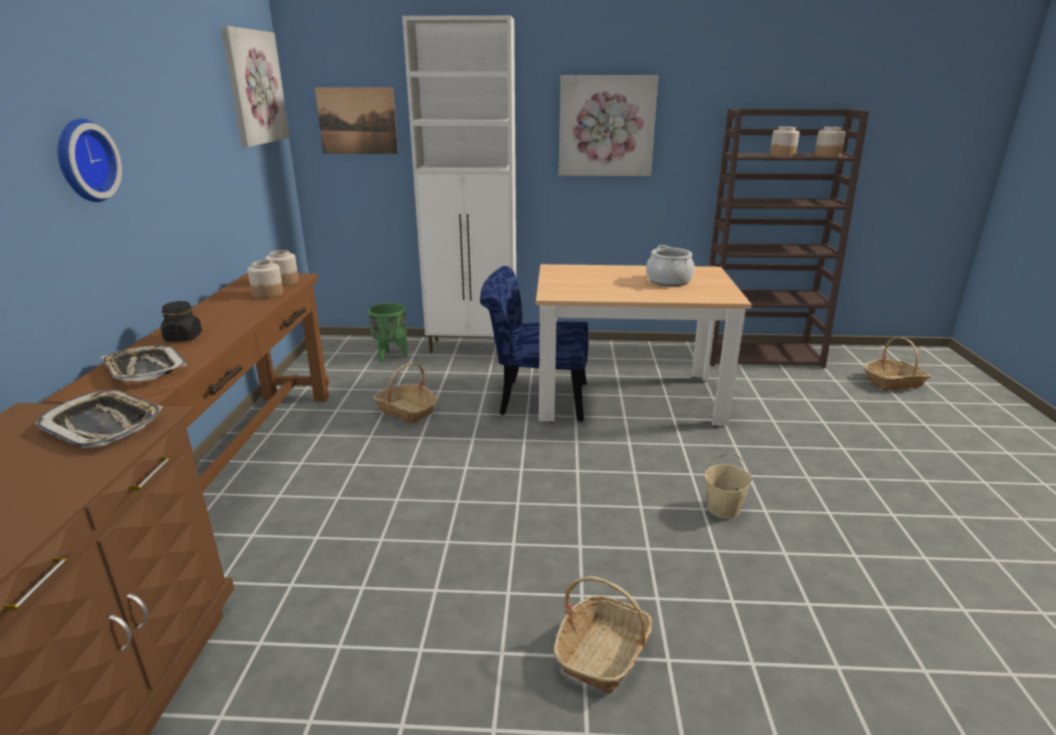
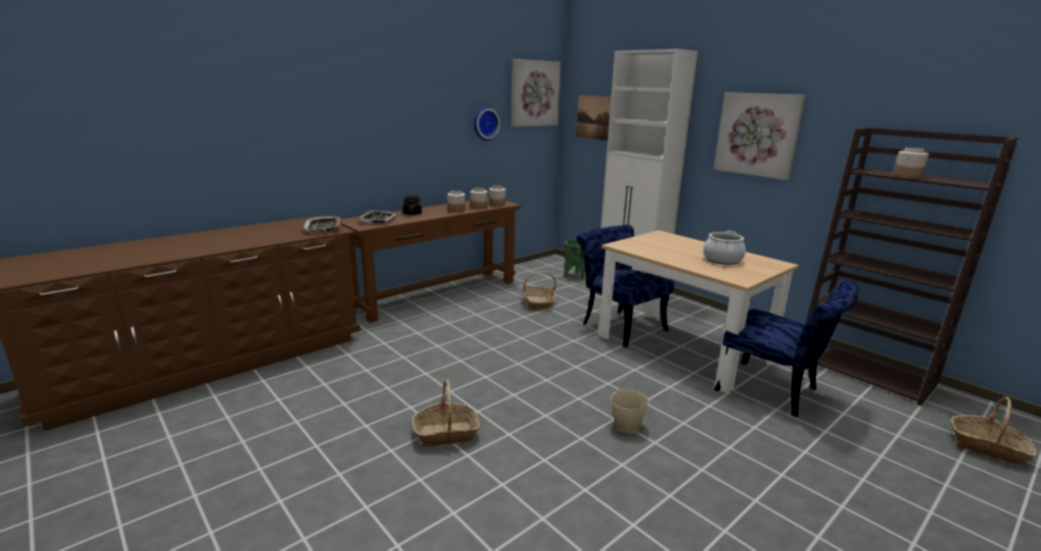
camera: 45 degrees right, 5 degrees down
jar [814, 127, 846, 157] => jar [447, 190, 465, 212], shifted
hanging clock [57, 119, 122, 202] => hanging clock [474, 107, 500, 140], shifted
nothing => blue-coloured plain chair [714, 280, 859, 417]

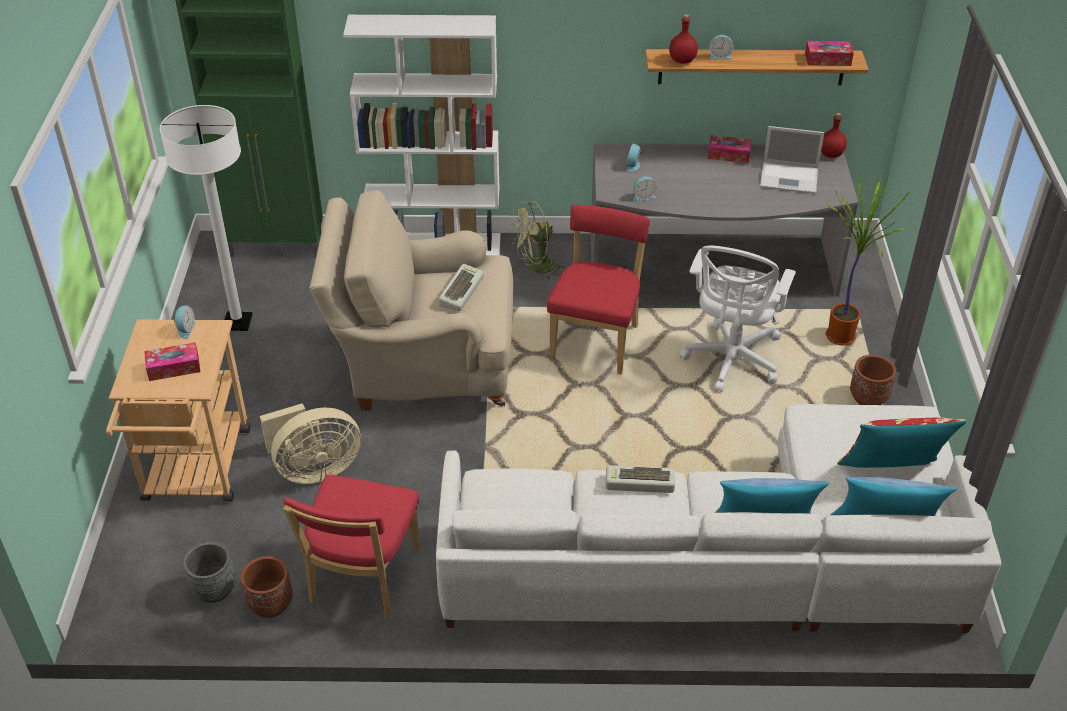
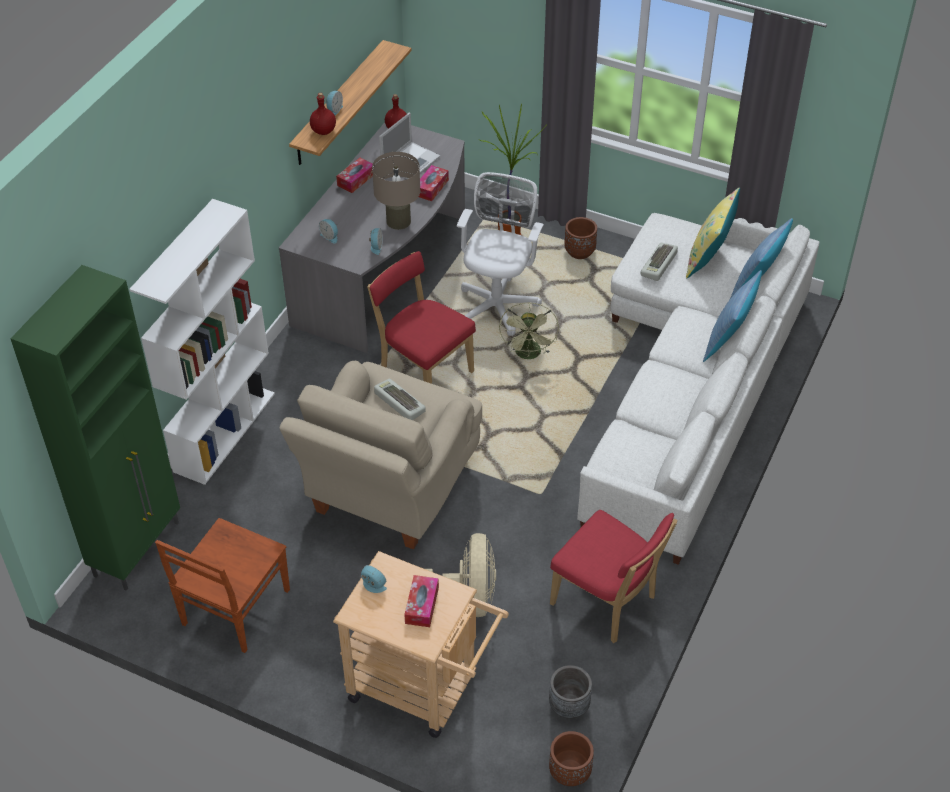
camera: 65 degrees left, 5 degrees up
white standard lamp [160, 105, 253, 331] => brownish plain chair [155, 518, 290, 653]
nothing => beige-coloured tabletop lamp [372, 152, 420, 230]
tissue holder [805, 41, 854, 66] => tissue holder [419, 165, 449, 201], shifted
white office chair [679, 246, 796, 392] => white office chair [457, 172, 544, 336], 120 degrees counterclockwise
green-coloured electric fan [511, 201, 565, 280] => green-coloured electric fan [499, 302, 559, 359], shifted
brownish planter [240, 556, 293, 618] => brownish planter [549, 731, 594, 786], shifted
keyboard [605, 465, 675, 493] => keyboard [641, 243, 678, 281], shifted
red-coloured cushion [837, 418, 967, 468] => yellow-coloured cushion [686, 187, 740, 278]

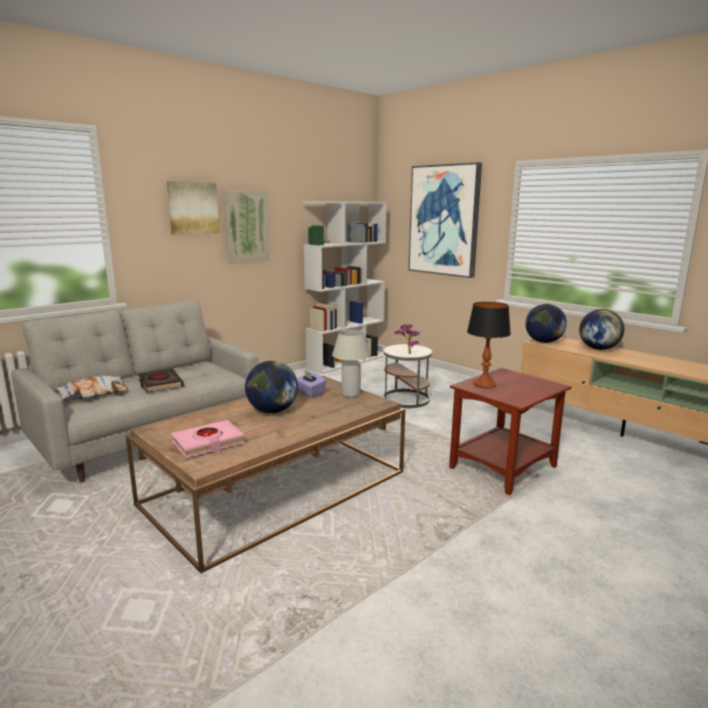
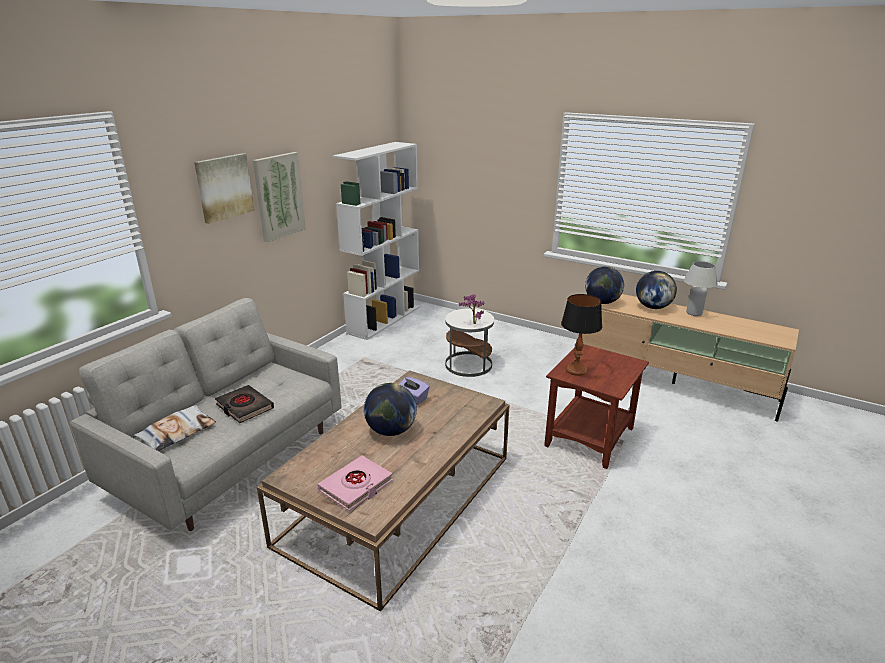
camera: 15 degrees left, 10 degrees up
white tabletop lamp [332, 330, 370, 397] => white tabletop lamp [684, 261, 717, 316], shifted
wall art [408, 162, 482, 278] => nothing

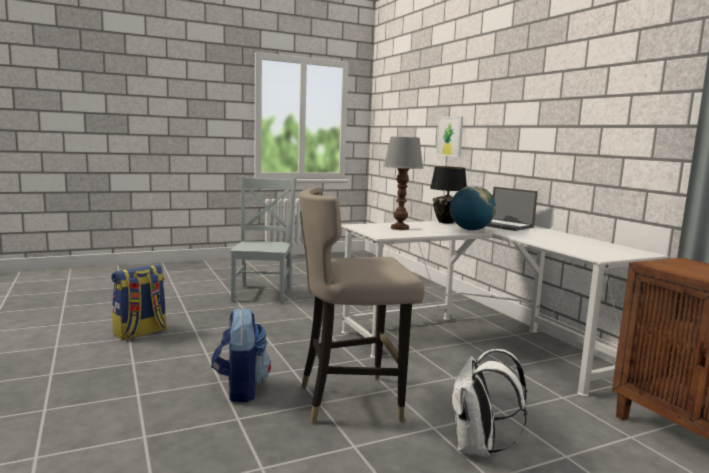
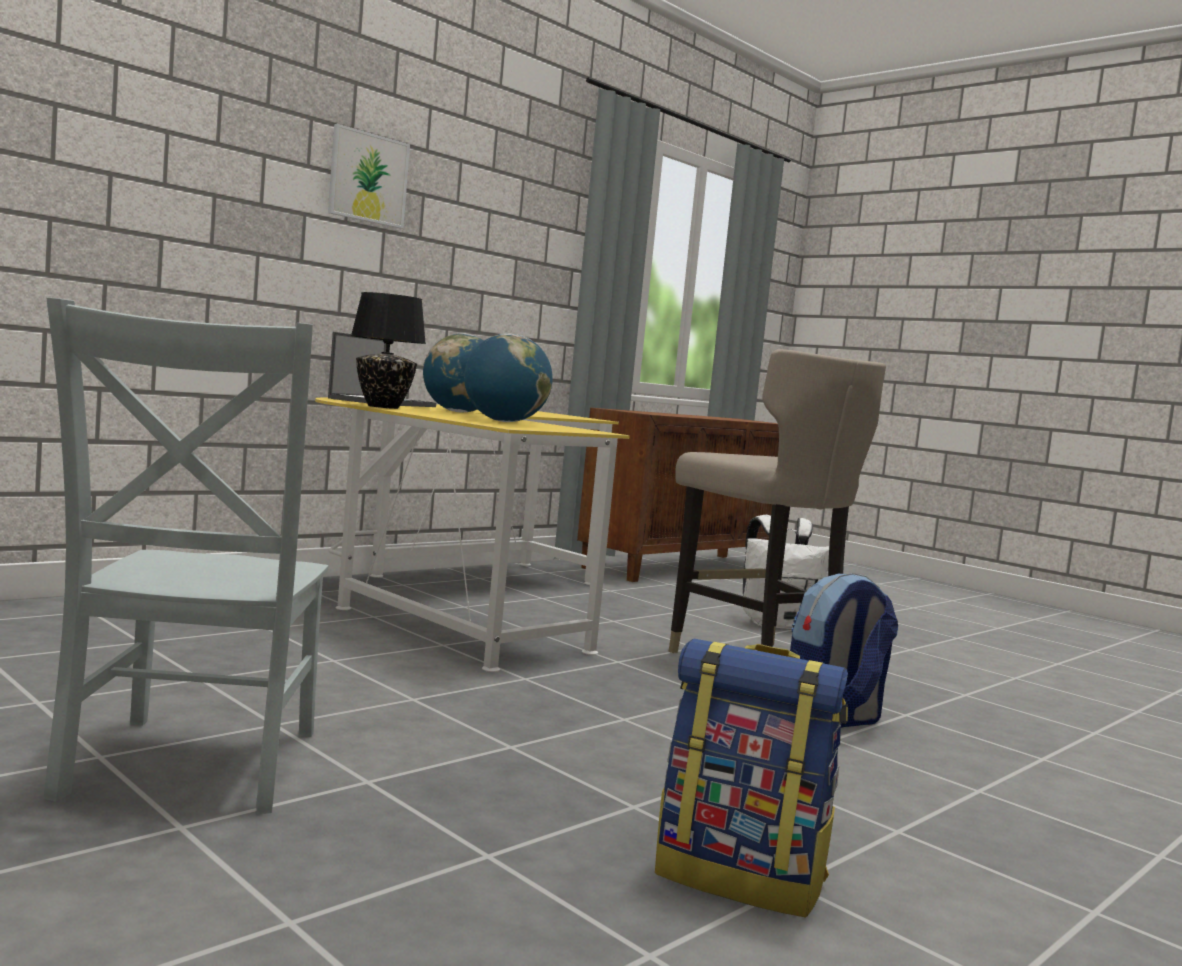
camera: 110 degrees left, 5 degrees down
greyish plain chair [230, 176, 297, 303] => greyish plain chair [44, 297, 329, 814], 75 degrees counterclockwise
white desk unit [341, 221, 669, 396] => yellow-coloured desk unit [315, 398, 630, 672]
wall art [436, 116, 463, 157] => wall art [328, 124, 410, 229], shifted
tabletop lamp [383, 137, 423, 230] => world globe [464, 334, 553, 422]

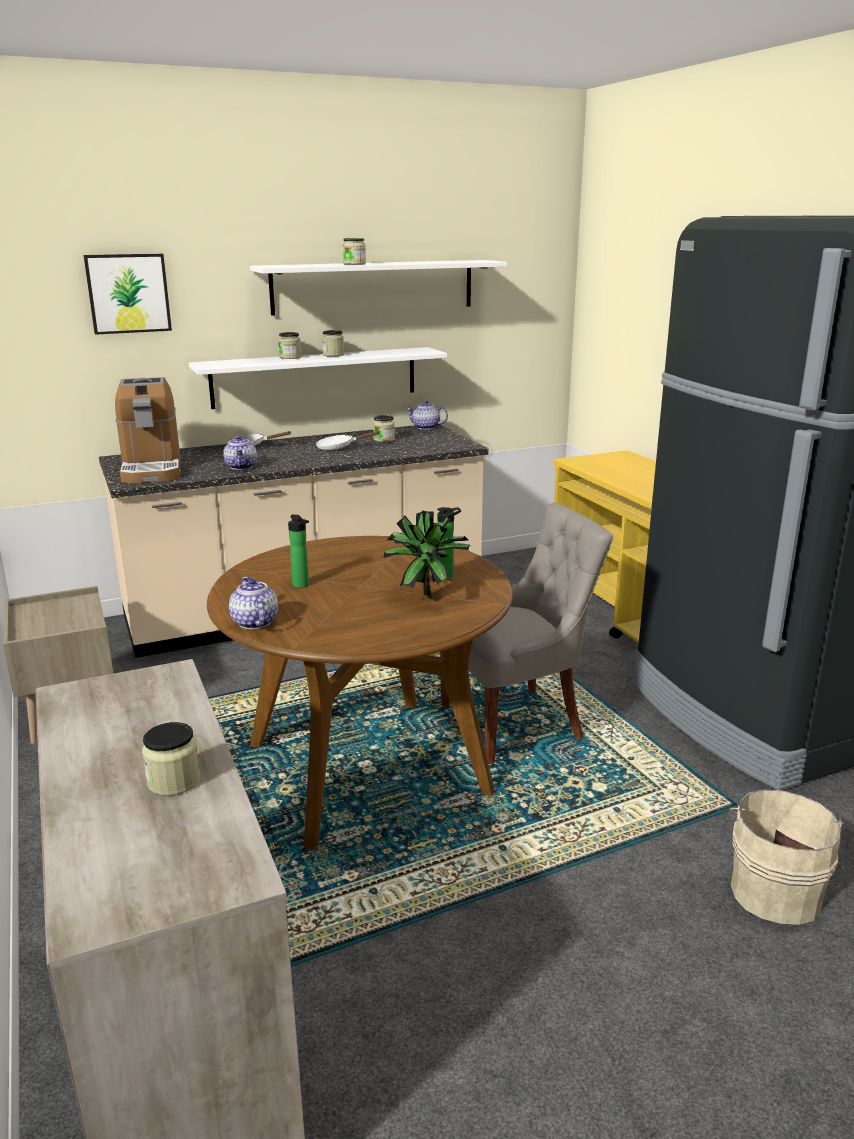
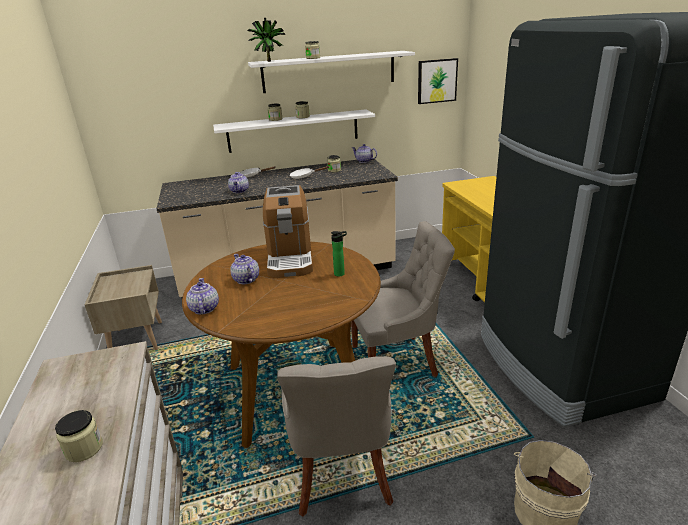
camera: 10 degrees right, 5 degrees up
bottle [288, 515, 309, 588] => tea pot [230, 254, 259, 284]
plant in a pot [383, 511, 470, 599] => plant in a pot [248, 18, 286, 62], shifted
coffee maker [115, 377, 180, 484] => coffee maker [263, 185, 313, 278], shifted
nothing => greyish plain chair [277, 356, 396, 517]
wall art [84, 254, 172, 335] => wall art [418, 58, 458, 104], shifted

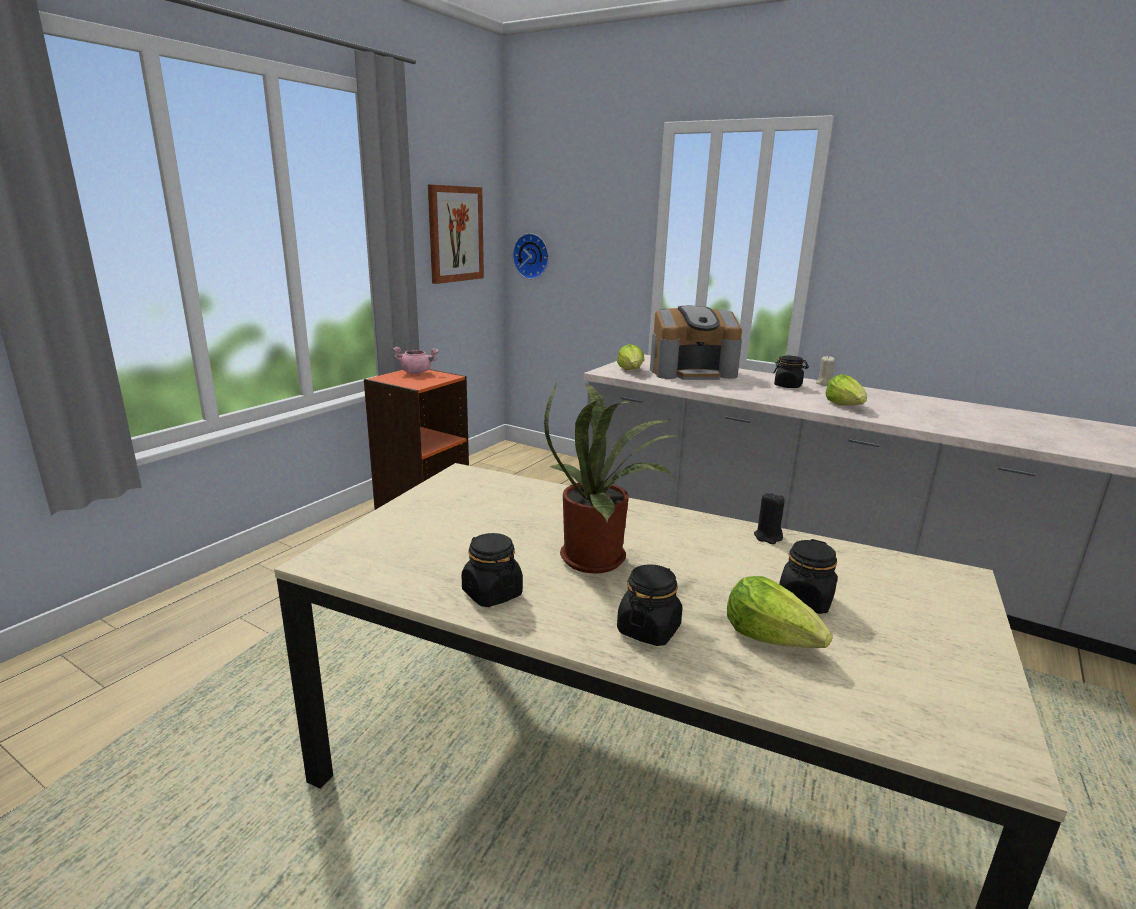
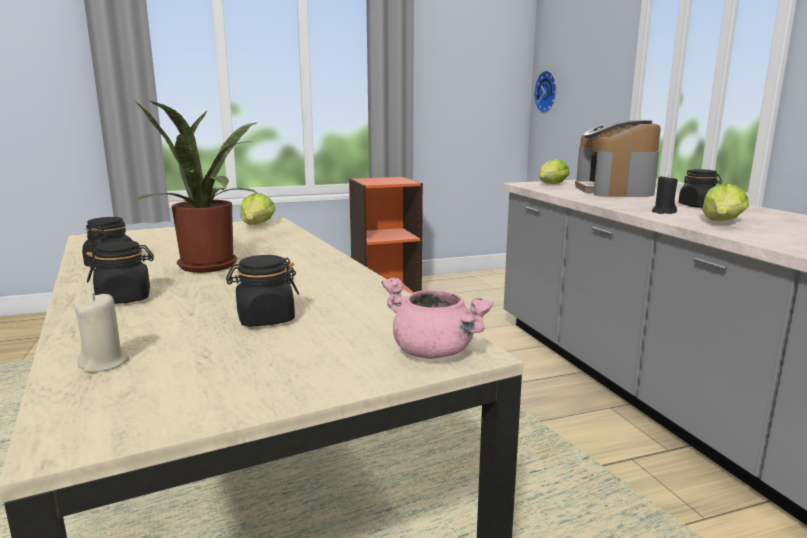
camera: 40 degrees right, 5 degrees down
beige-coloured wax light [816, 356, 835, 385] => beige-coloured wax light [74, 293, 130, 373], shifted
head of lettuce [727, 576, 833, 648] => head of lettuce [240, 193, 276, 225], shifted
pink saucepot [393, 347, 439, 374] => pink saucepot [381, 277, 494, 359], shifted
coffee maker [650, 306, 742, 380] => coffee maker [575, 120, 661, 197], 60 degrees clockwise
blackish wax light [754, 493, 785, 544] => blackish wax light [652, 174, 678, 214], shifted
wall art [428, 185, 484, 284] => nothing

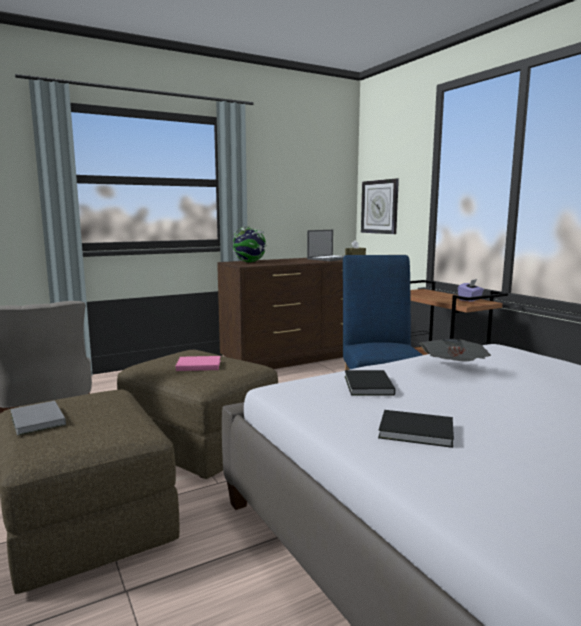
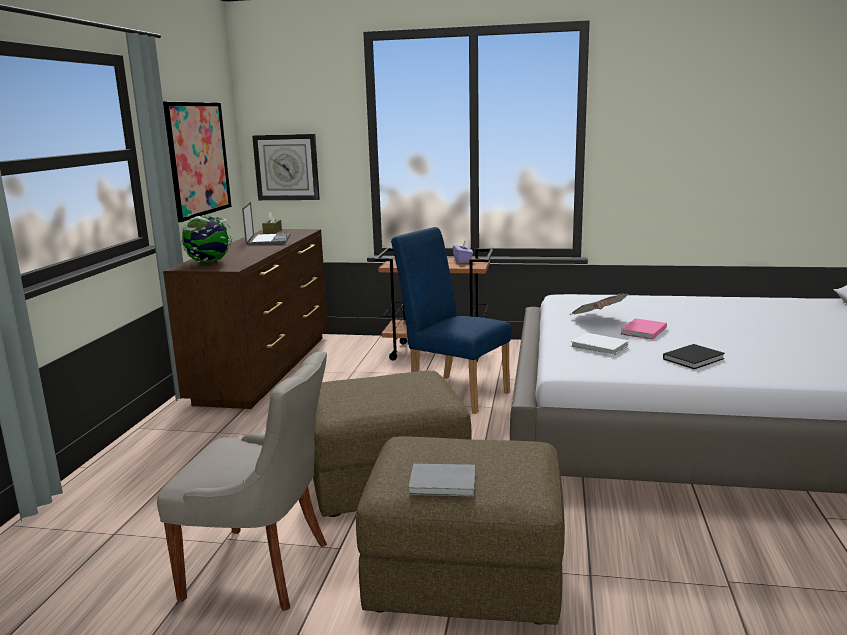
camera: 50 degrees left, 5 degrees up
nothing => wall art [163, 101, 232, 222]
blackish bound book [345, 370, 395, 396] => white bound book [571, 333, 629, 355]
pink bound book [176, 356, 221, 371] => pink bound book [621, 318, 667, 339], shifted

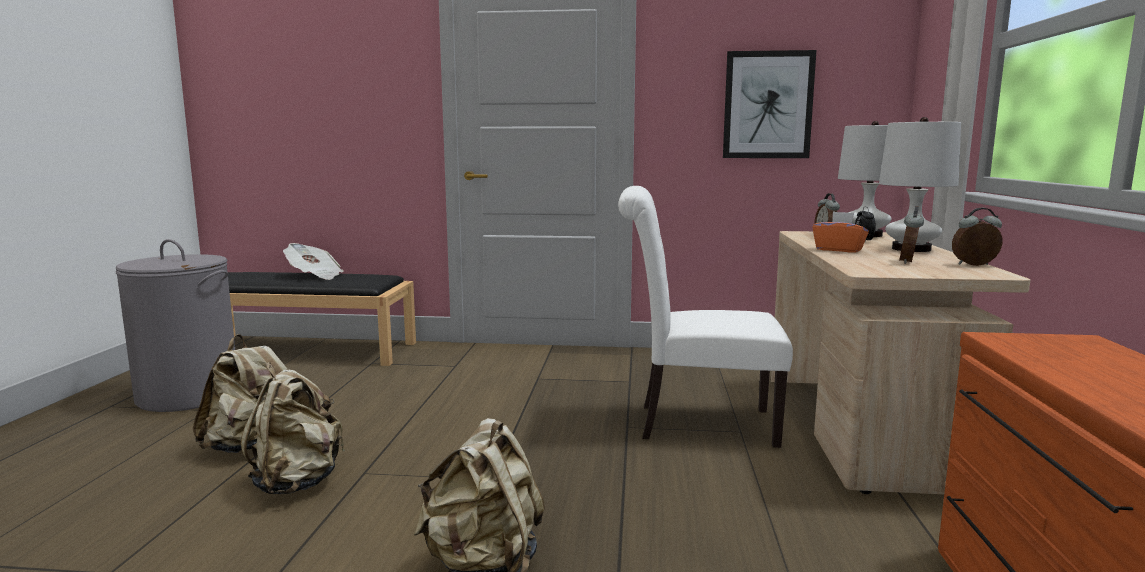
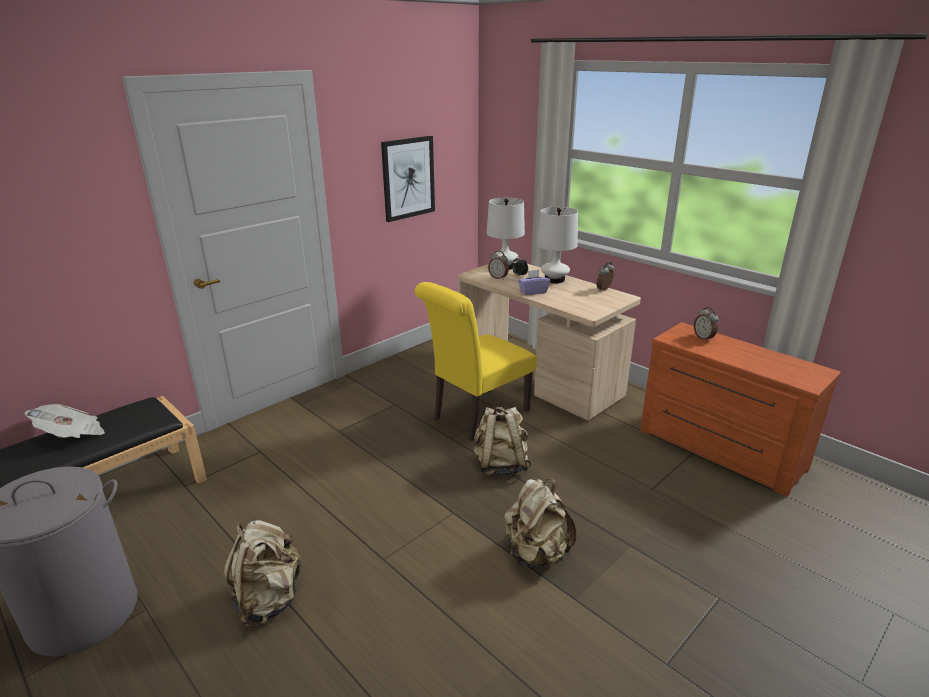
camera: 50 degrees left, 15 degrees up
white plain chair [618, 186, 793, 448] => yellow-coloured plain chair [415, 282, 537, 441]
beige-coloured backpack [241, 362, 345, 495] => beige-coloured backpack [474, 406, 532, 476], shifted
orange tissue holder [813, 211, 869, 252] => purple tissue holder [518, 270, 550, 295]
alarm clock [899, 206, 924, 264] => alarm clock [694, 307, 719, 341], shifted

